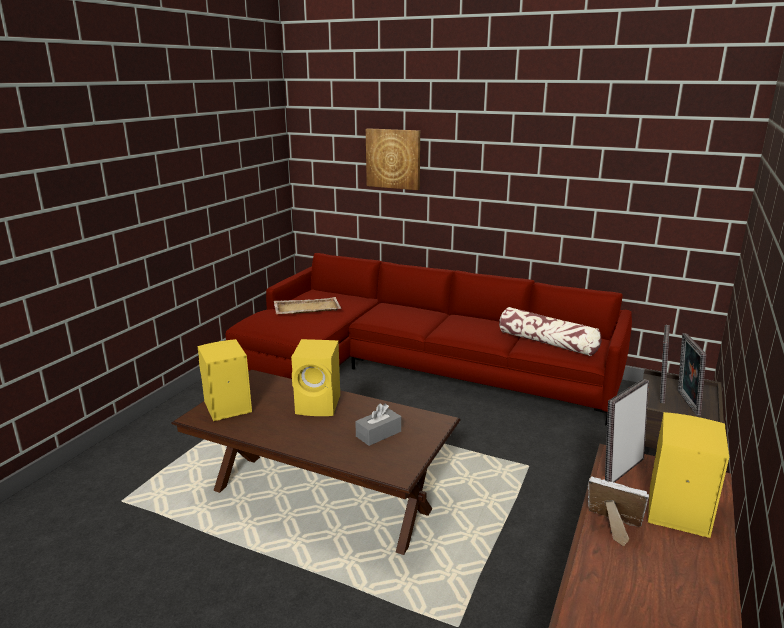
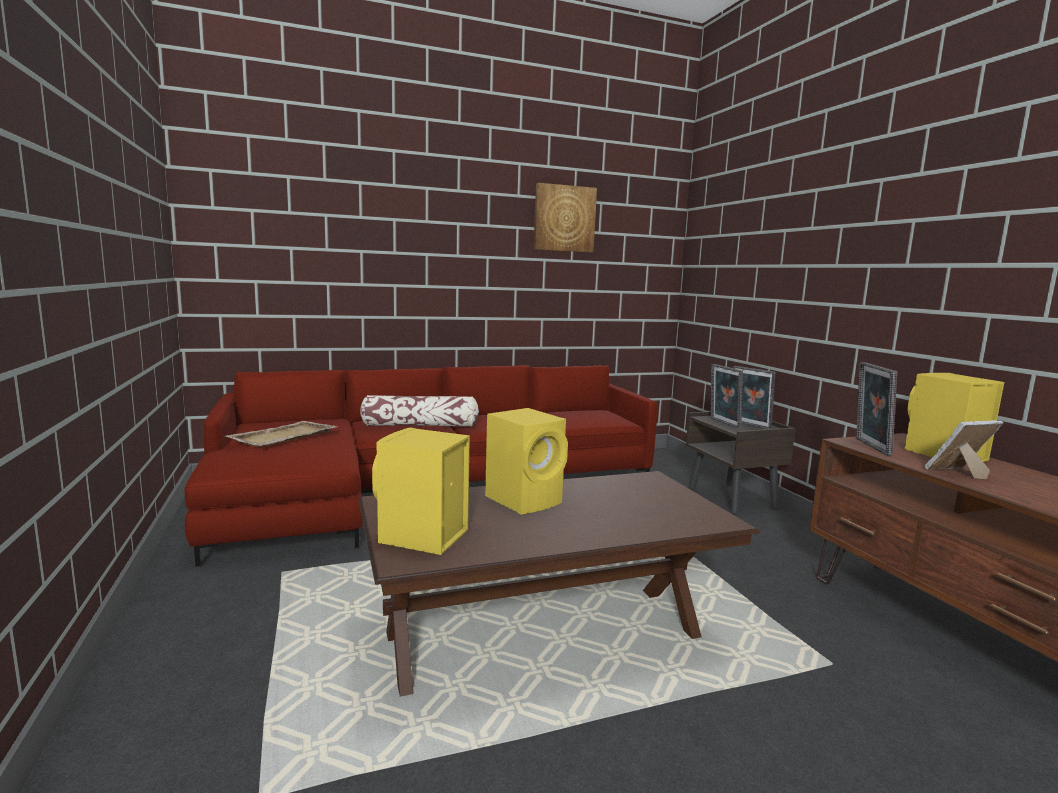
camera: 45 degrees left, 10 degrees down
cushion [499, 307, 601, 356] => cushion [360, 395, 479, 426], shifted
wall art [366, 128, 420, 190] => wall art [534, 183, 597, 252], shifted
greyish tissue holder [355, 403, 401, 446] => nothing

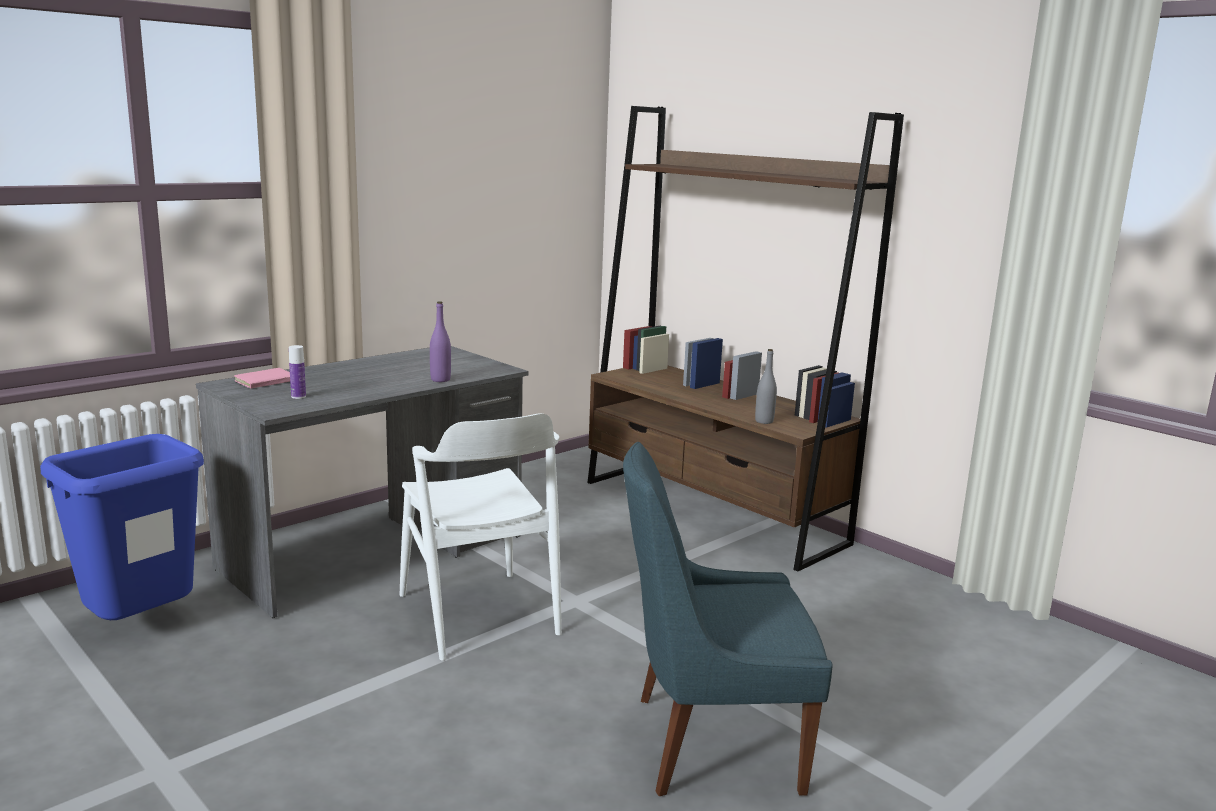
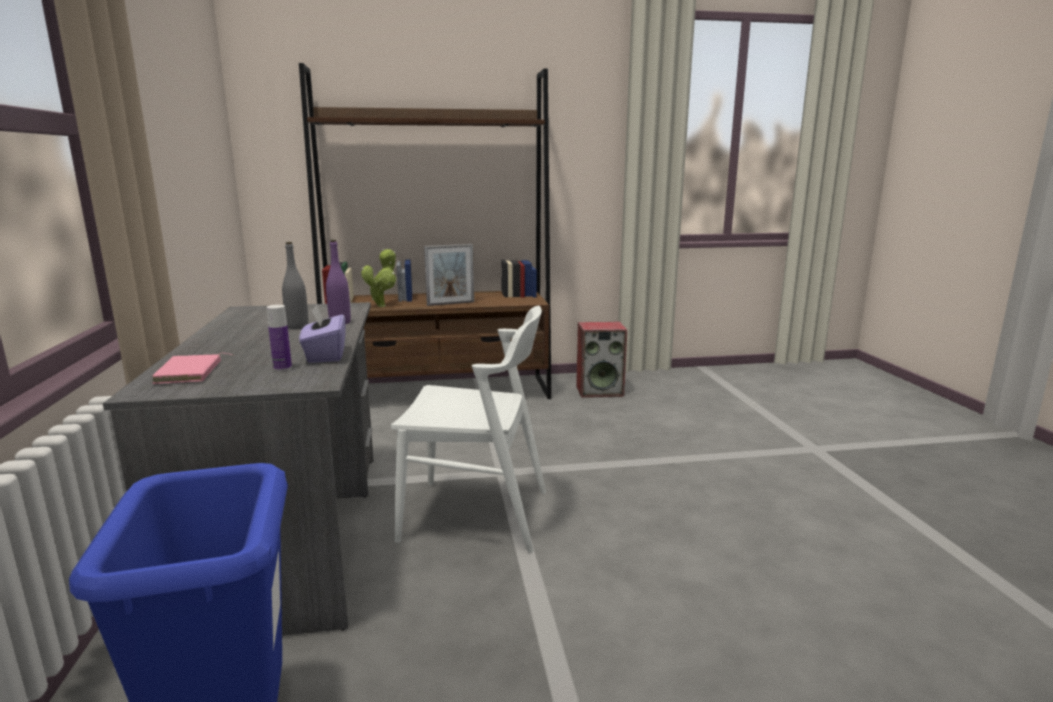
camera: 55 degrees left, 0 degrees up
greyish bottle [755, 349, 777, 424] => greyish bottle [282, 242, 309, 330], shifted
nothing => purple tissue holder [299, 305, 345, 363]
nothing => plant in a pot [361, 249, 396, 307]
nothing => standing frame [424, 244, 474, 306]
nothing => loudspeaker [576, 322, 627, 398]
blue-coloured plain chair [623, 442, 833, 796] => nothing

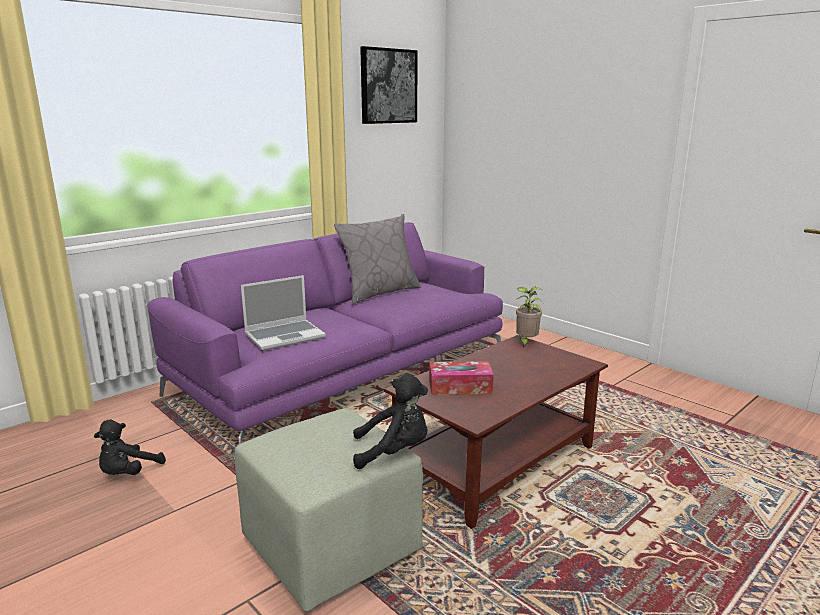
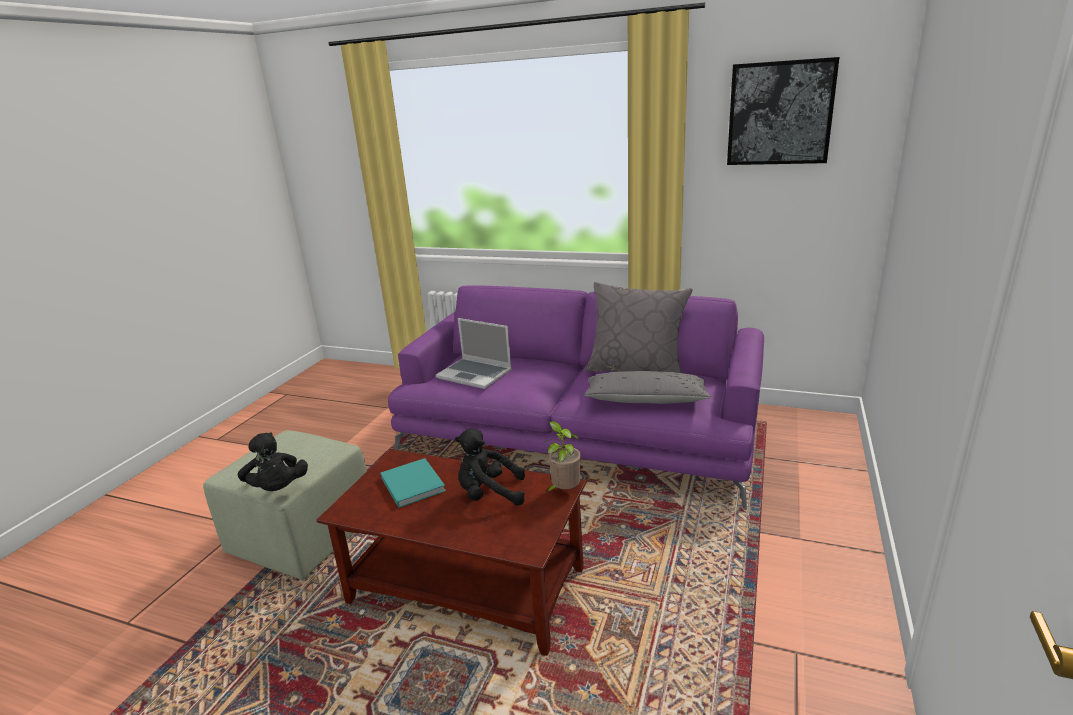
camera: 65 degrees right, 5 degrees up
tissue holder [429, 361, 494, 395] => blue-green bound book [381, 458, 446, 508]
blackish plush toy [94, 419, 166, 475] => blackish plush toy [455, 428, 525, 506], shifted
nothing => greyish cushion [584, 371, 711, 404]

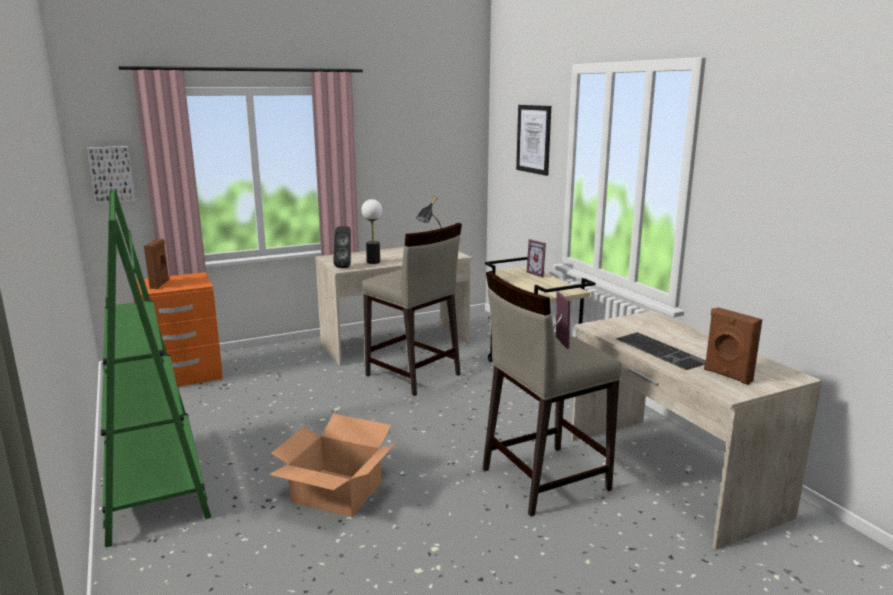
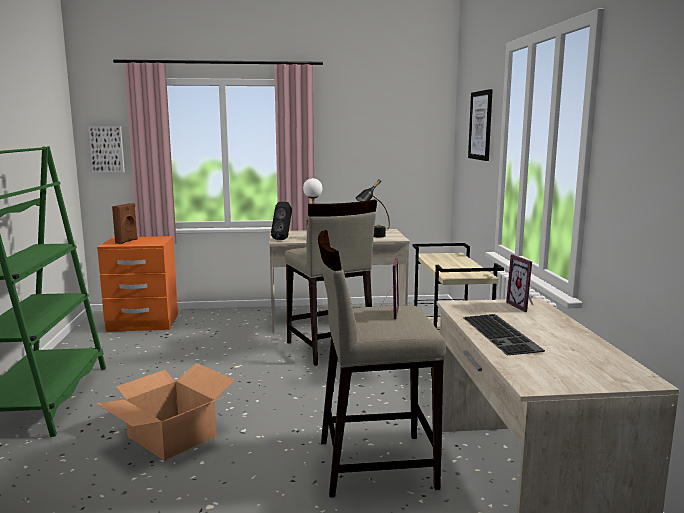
camera: 20 degrees right, 5 degrees down
standing frame [527, 239, 546, 277] => standing frame [506, 254, 534, 312], shifted
brownish loudspeaker [704, 307, 763, 385] => nothing

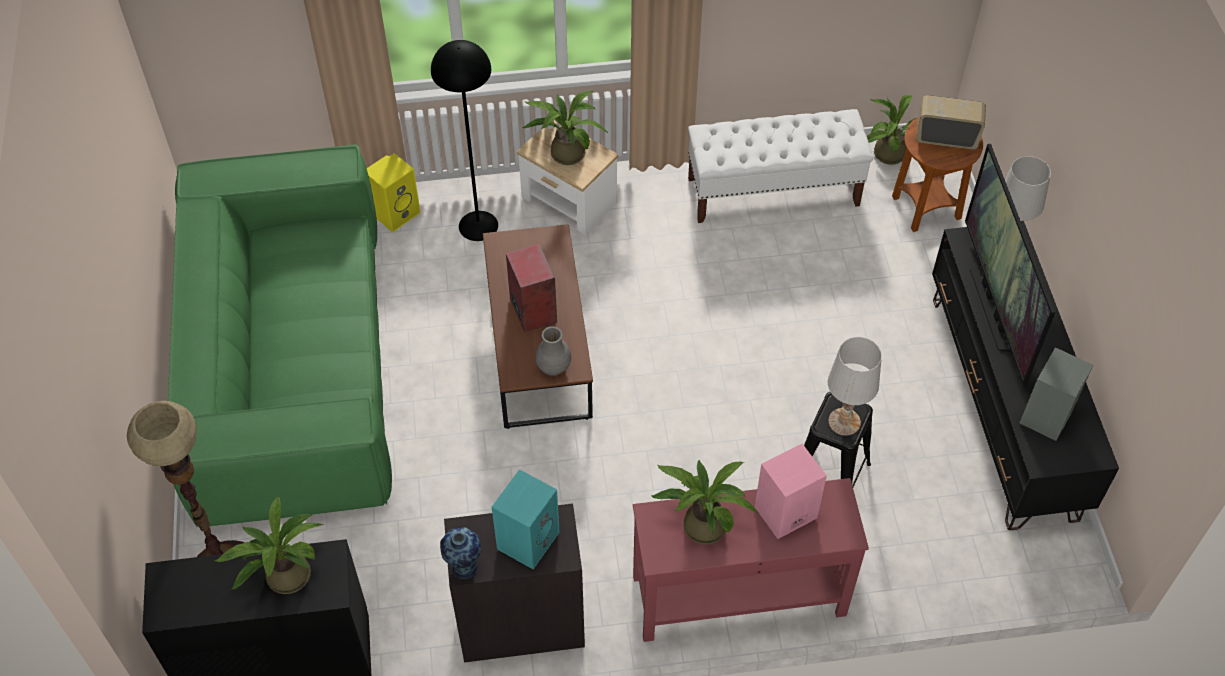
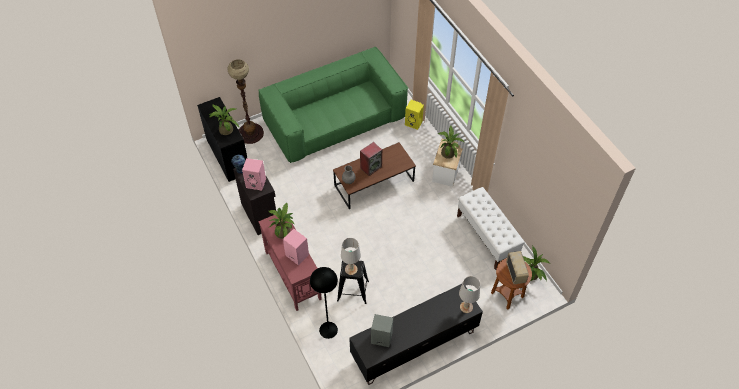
camera: 70 degrees right, 0 degrees up
blue-green loudspeaker [492, 469, 560, 569] => pink loudspeaker [242, 158, 266, 190]
blackish standard lamp [431, 40, 498, 241] => blackish standard lamp [310, 267, 338, 339], shifted
TV set [965, 144, 1055, 385] => nothing

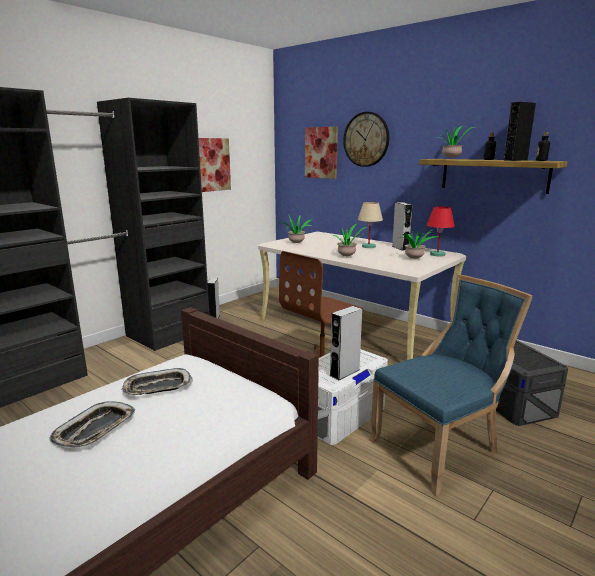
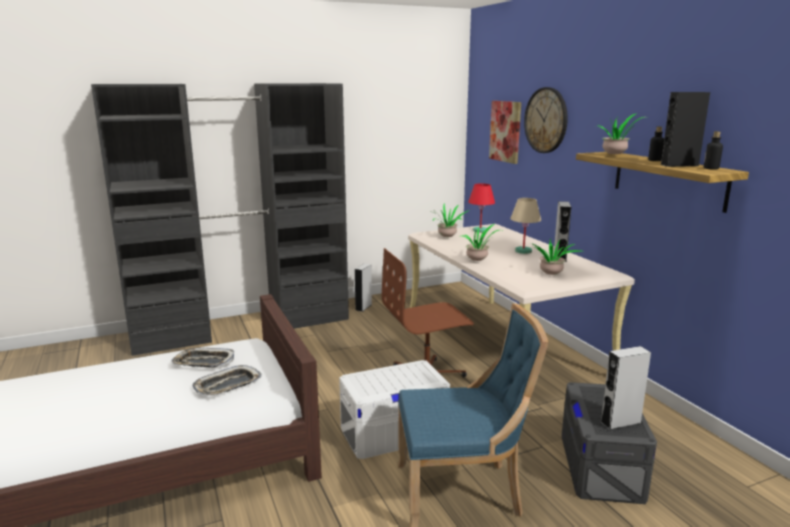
camera: 25 degrees right, 0 degrees up
carrying tray [49, 401, 135, 448] => carrying tray [192, 365, 262, 395], shifted
red-coloured tabletop lamp [427, 206, 455, 256] => red-coloured tabletop lamp [468, 183, 495, 233], shifted
greyish loudspeaker [330, 306, 362, 380] => greyish loudspeaker [601, 346, 651, 430], shifted
wall art [198, 138, 231, 192] => nothing

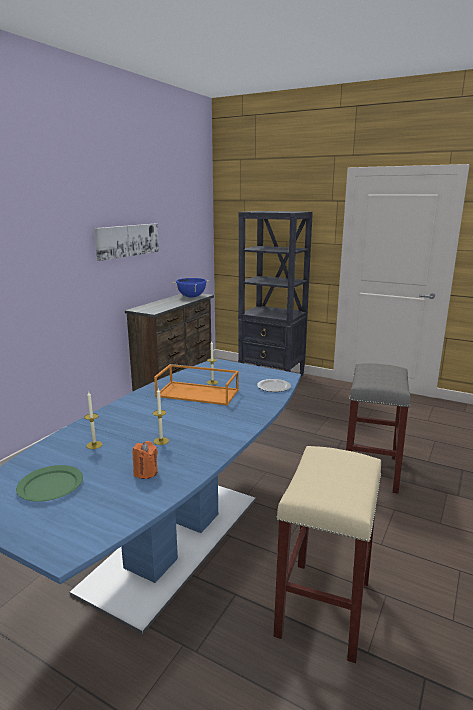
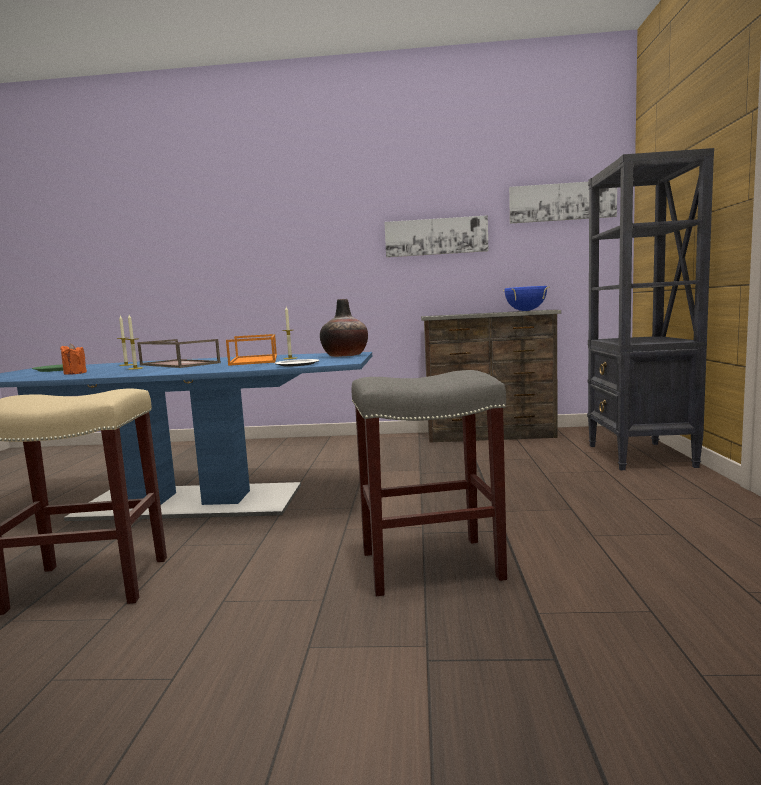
camera: 65 degrees right, 10 degrees down
nothing => brownish carrying tray [137, 339, 221, 368]
nothing => flower vase [320, 299, 368, 357]
nothing => wall art [509, 182, 617, 224]

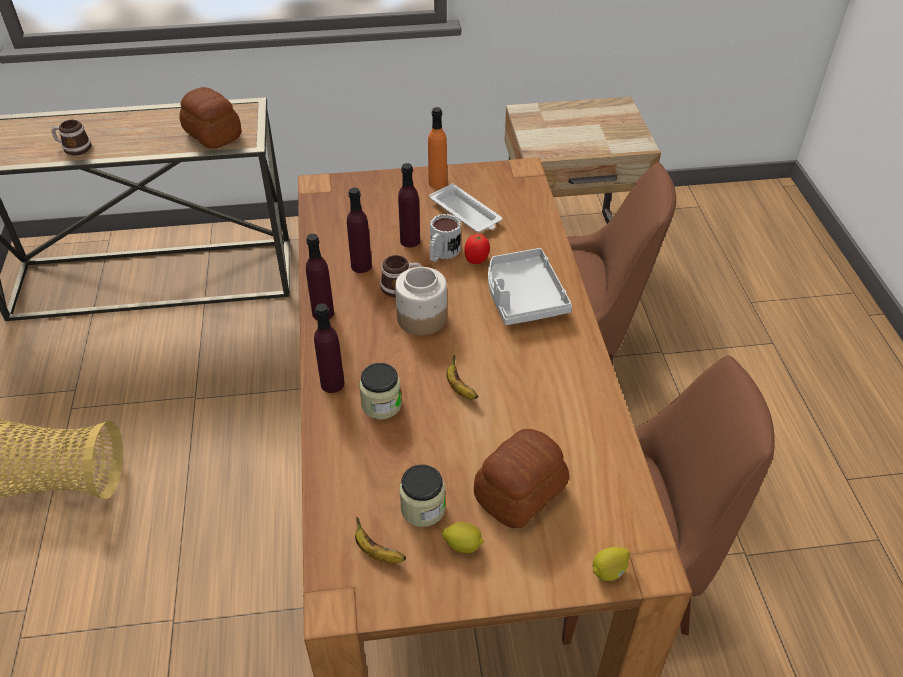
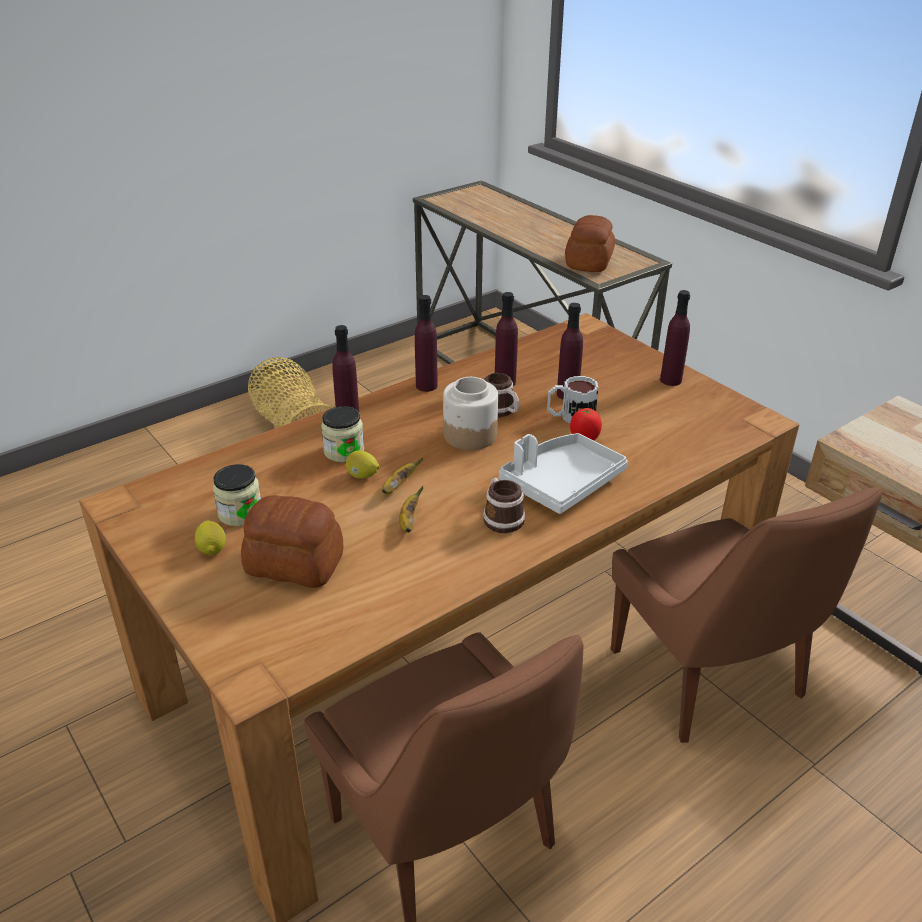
camera: 60 degrees right, 10 degrees down
whole lemon [593, 547, 630, 581] => whole lemon [346, 450, 380, 479], shifted
banana fruit [355, 517, 406, 563] => banana fruit [399, 486, 423, 533], shifted
tea mug [51, 120, 92, 155] => tea mug [483, 478, 525, 533], shifted
orange bottle [428, 107, 447, 189] => purple bottle [660, 290, 690, 386]
white carrying tray [429, 183, 502, 232] => nothing

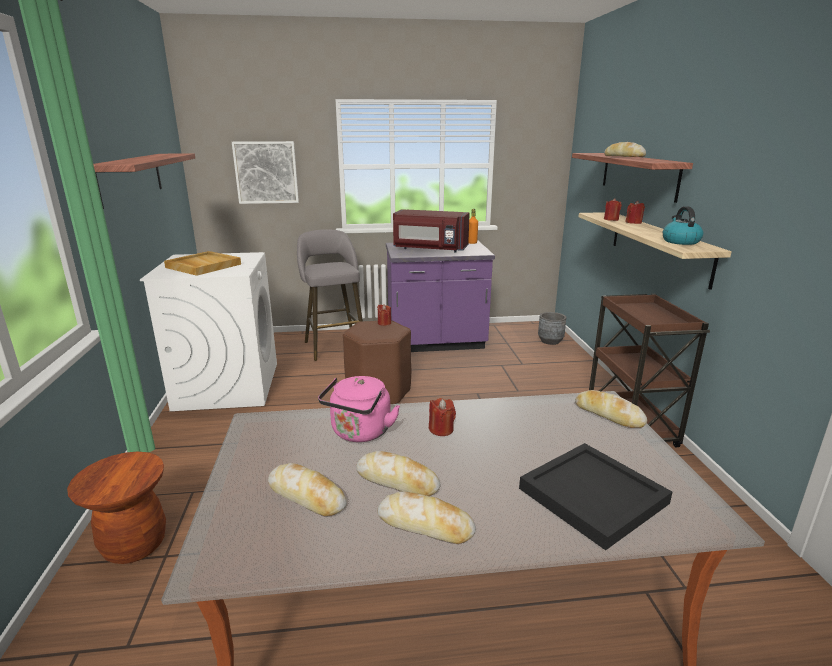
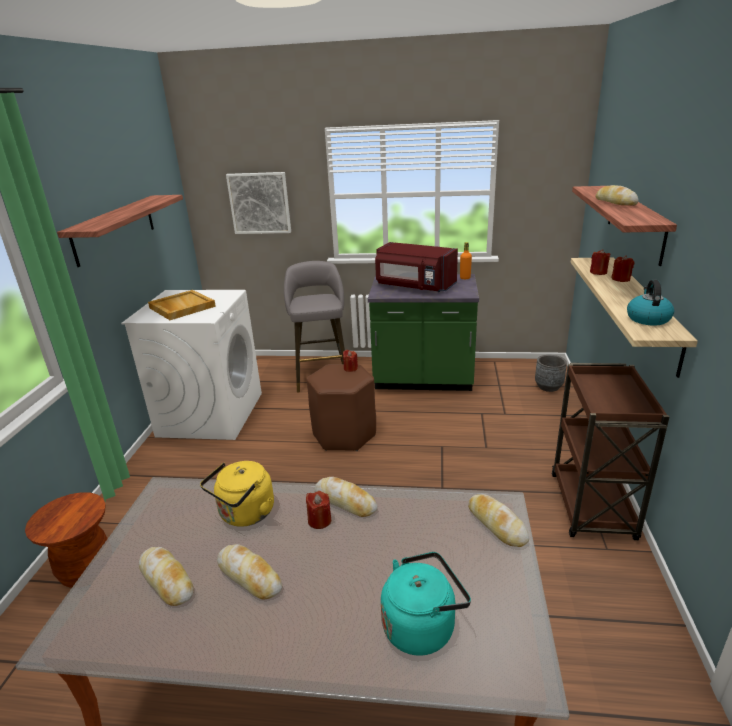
camera: 15 degrees right, 5 degrees up
pink kettle [318, 376, 400, 442] => yellow-coloured kettle [200, 461, 274, 527]
bread [377, 491, 476, 544] => bread [314, 477, 377, 517], shifted
purple kitchen base unit [386, 241, 495, 352] => green-coloured kitchen base unit [368, 274, 479, 391]
blackish carrying tray [519, 443, 672, 550] => blue-green kettle [381, 552, 471, 656]

